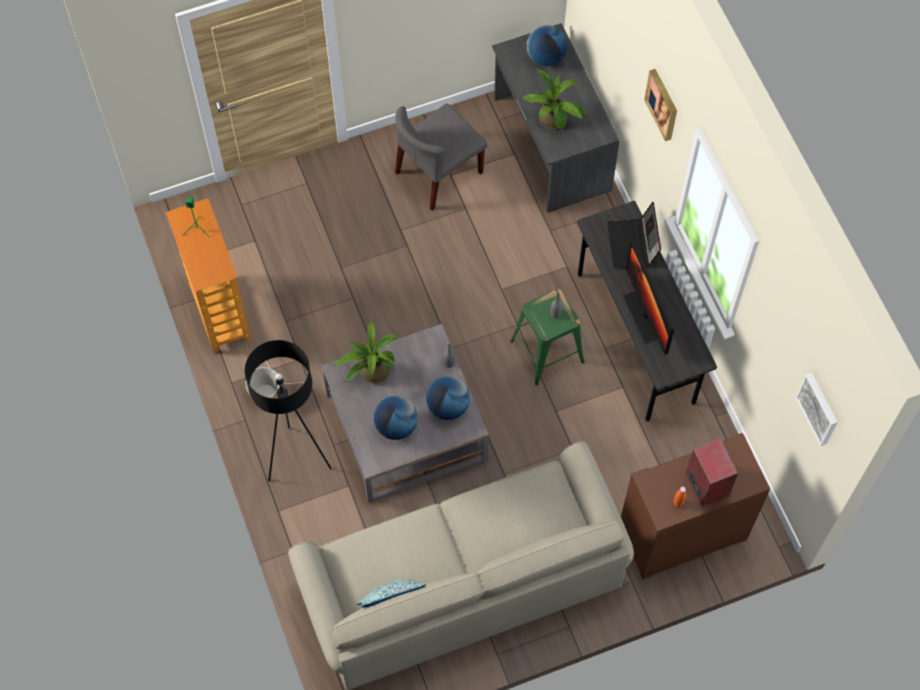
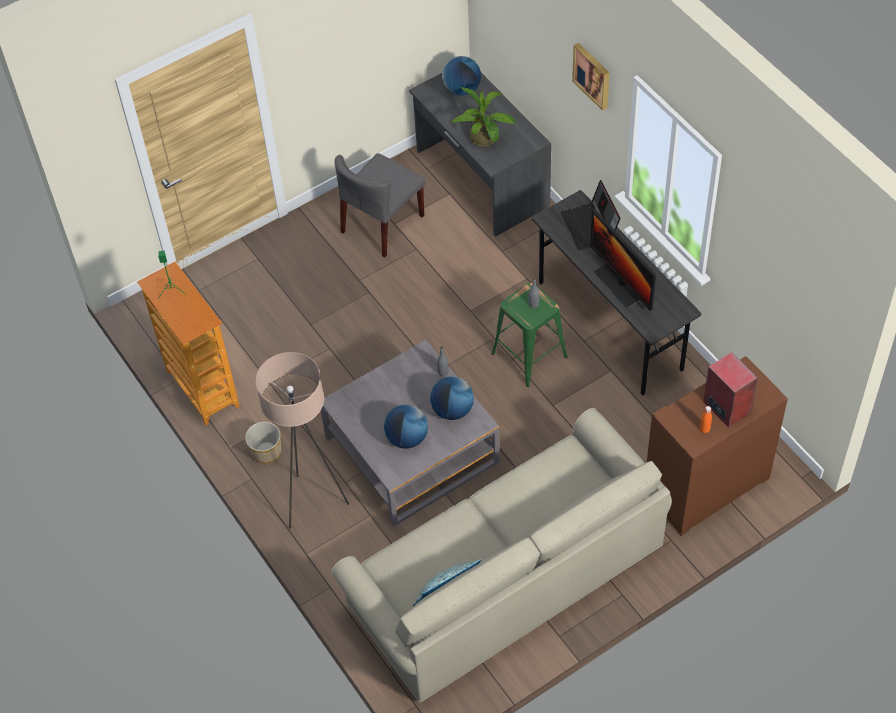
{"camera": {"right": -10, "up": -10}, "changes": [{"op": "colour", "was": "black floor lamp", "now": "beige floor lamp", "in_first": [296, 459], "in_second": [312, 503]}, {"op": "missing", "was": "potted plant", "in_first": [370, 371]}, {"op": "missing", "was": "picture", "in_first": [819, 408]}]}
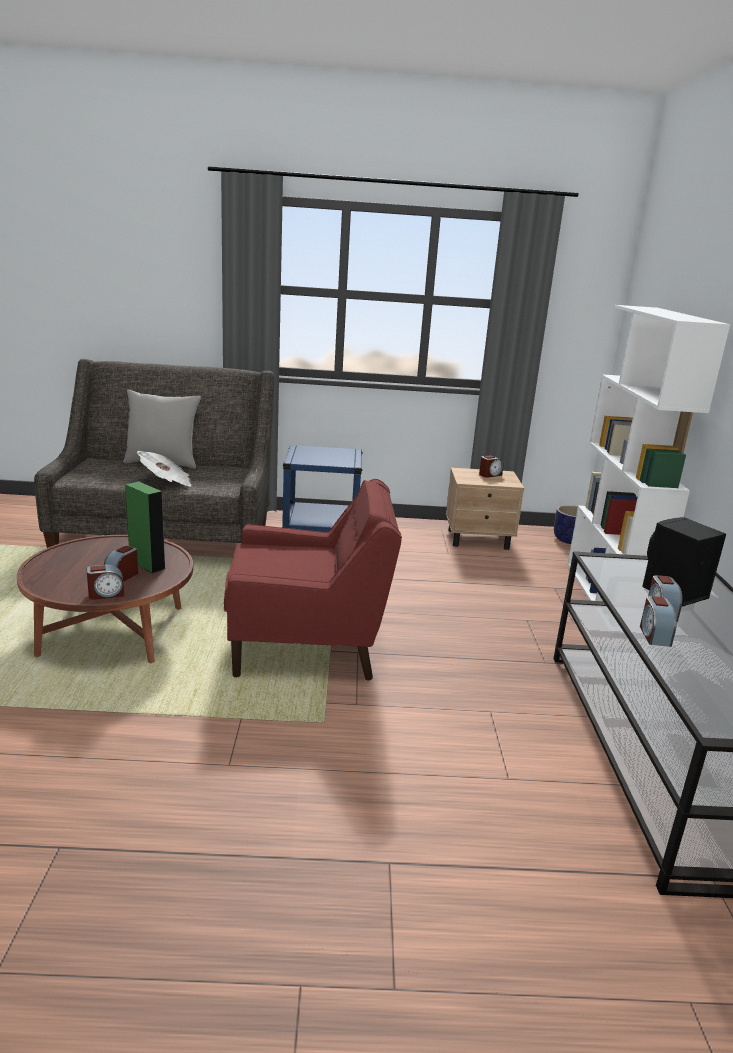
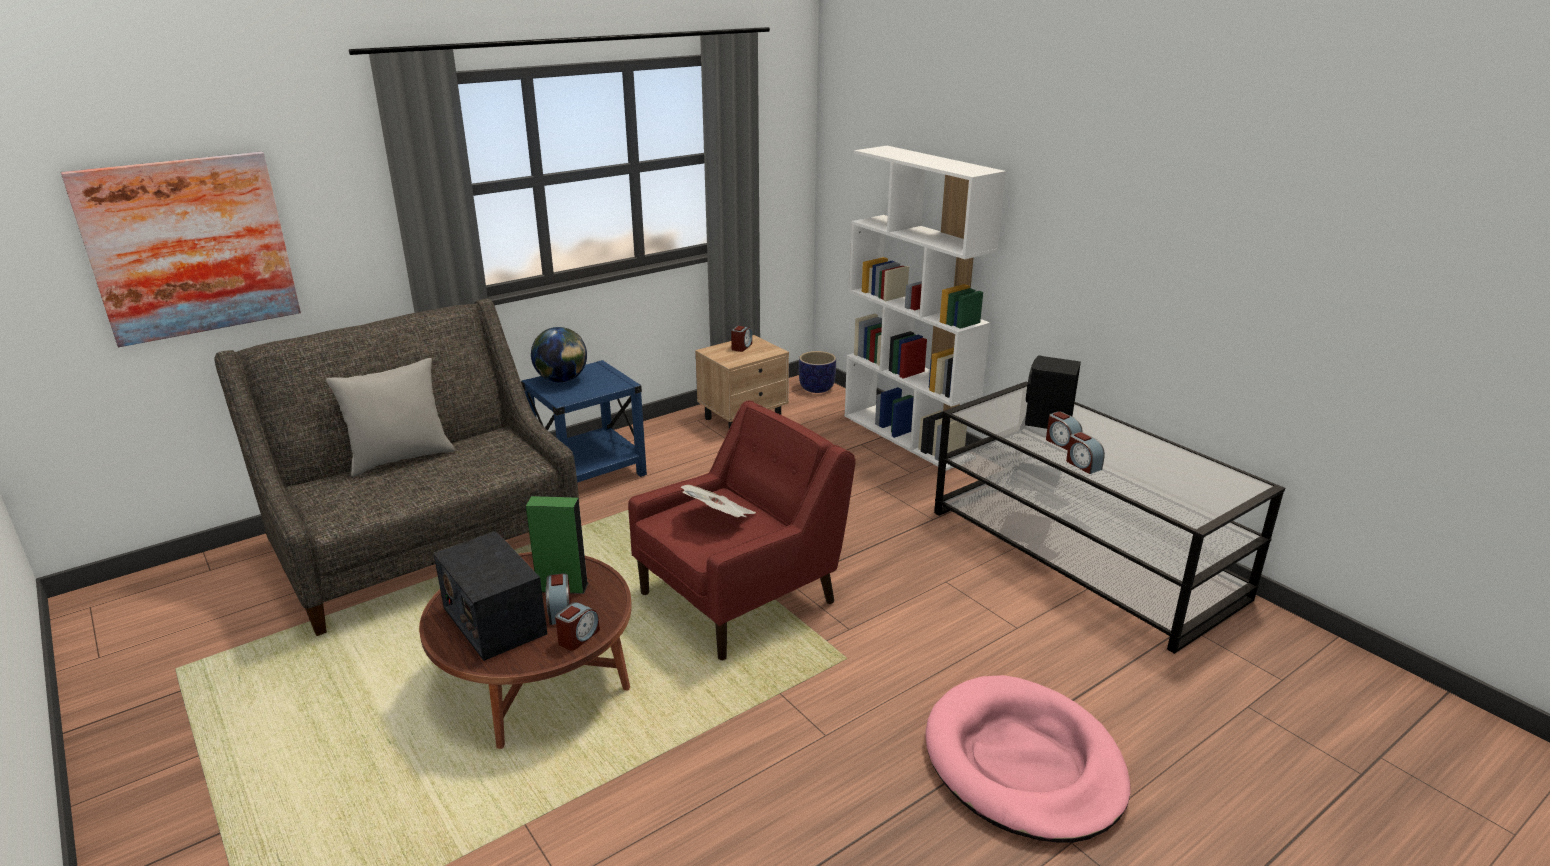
{"camera": {"right": -35, "up": 5}, "changes": [{"op": "relocated", "was": "newspaper", "in_first": [166, 482], "in_second": [719, 518]}, {"op": "appeared", "now": "picture", "in_second": [190, 247]}, {"op": "appeared", "now": "radio", "in_second": [494, 620]}, {"op": "appeared", "now": "globe", "in_second": [562, 380]}, {"op": "appeared", "now": "pink dog bed", "in_second": [1023, 763]}]}
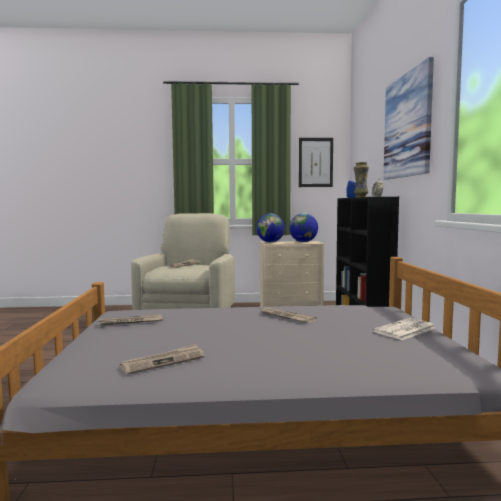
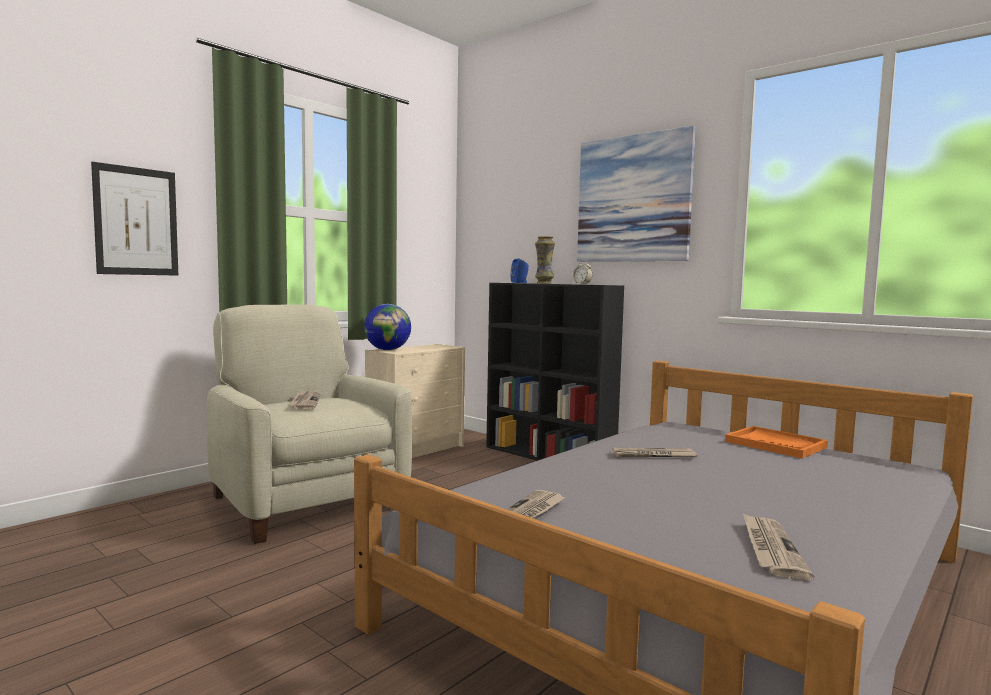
{"camera": {"right": -45, "up": 0}, "changes": [{"op": "missing", "was": "globe", "in_first": [303, 242]}, {"op": "relocated", "was": "picture", "in_first": [315, 162], "in_second": [136, 221]}, {"op": "exchanged", "was": "newspaper", "now": "orange tray", "in_first": [404, 330], "in_second": [775, 444]}]}
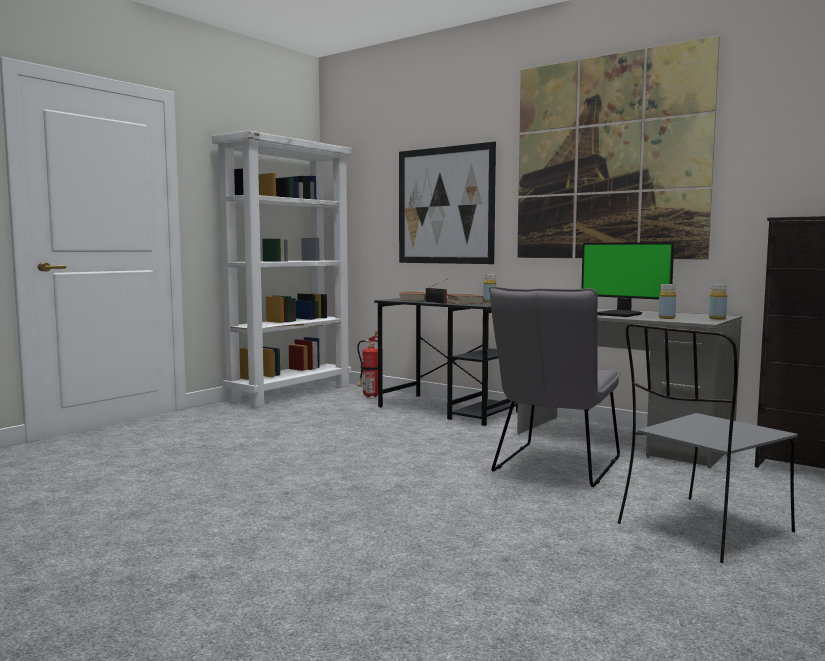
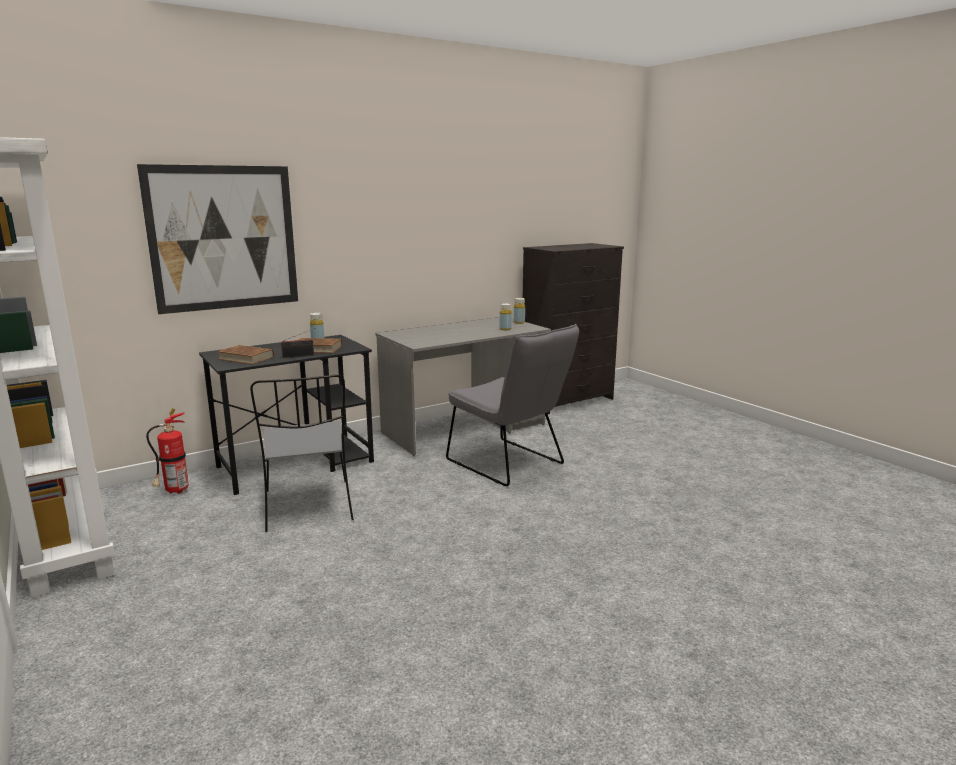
{"camera": {"right": -70, "up": 10}, "changes": [{"op": "missing", "was": "picture", "in_first": [608, 158]}, {"op": "missing", "was": "monitor", "in_first": [620, 314]}, {"op": "relocated", "was": "grey chair", "in_first": [702, 529], "in_second": [308, 507]}]}
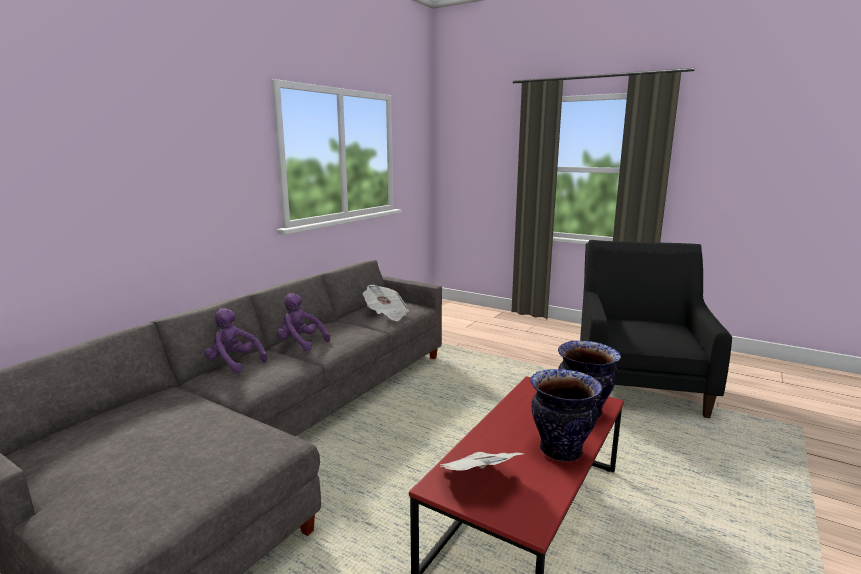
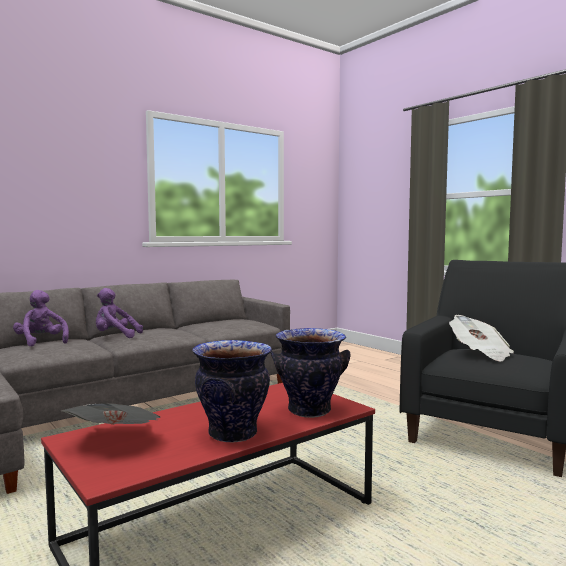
{"camera": {"right": 20, "up": -10}, "changes": [{"op": "spun", "was": "purple plush toy", "in_first": [300, 343], "in_second": [115, 336], "clockwise": -45}, {"op": "relocated", "was": "newspaper", "in_first": [386, 314], "in_second": [480, 354]}]}
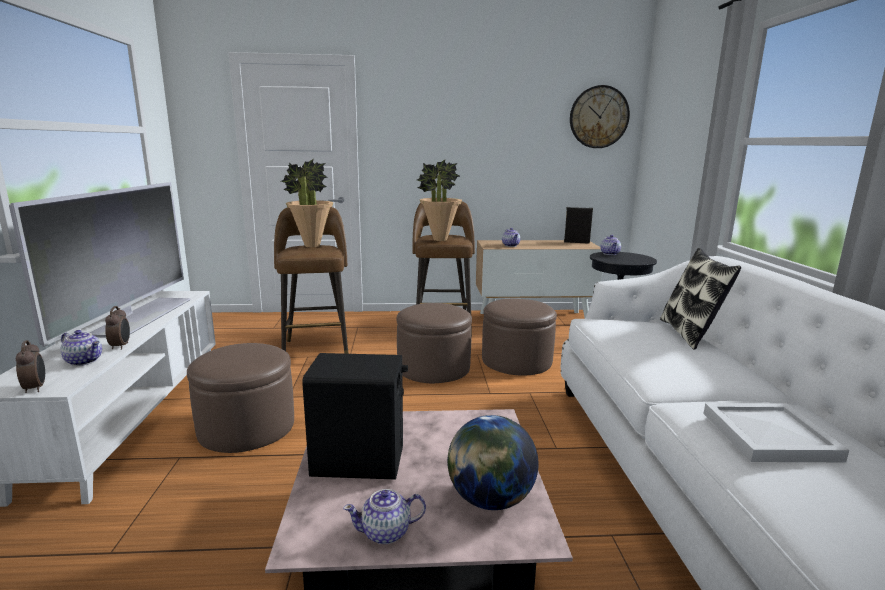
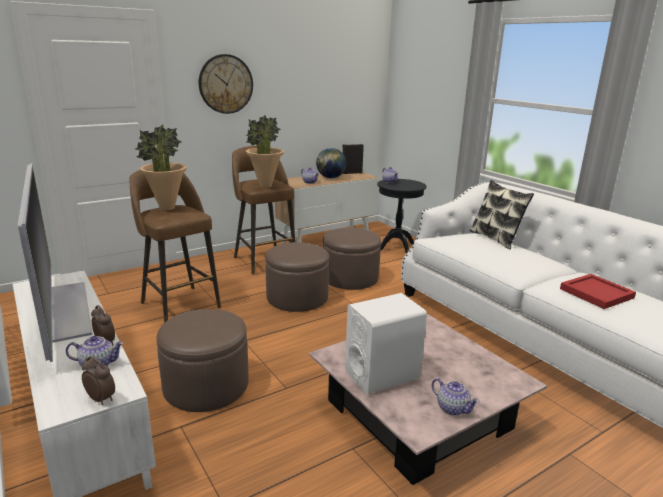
{"camera": {"right": -30, "up": 5}, "changes": [{"op": "colour", "was": "black speaker", "now": "white speaker", "in_first": [359, 461], "in_second": [382, 374]}, {"op": "spun", "was": "teapot", "in_first": [386, 532], "in_second": [452, 408], "clockwise": -90}, {"op": "relocated", "was": "globe", "in_first": [490, 499], "in_second": [330, 178]}, {"op": "relocated", "was": "wall clock", "in_first": [599, 117], "in_second": [226, 84]}, {"op": "colour", "was": "white tray", "now": "red tray", "in_first": [771, 436], "in_second": [597, 293]}]}
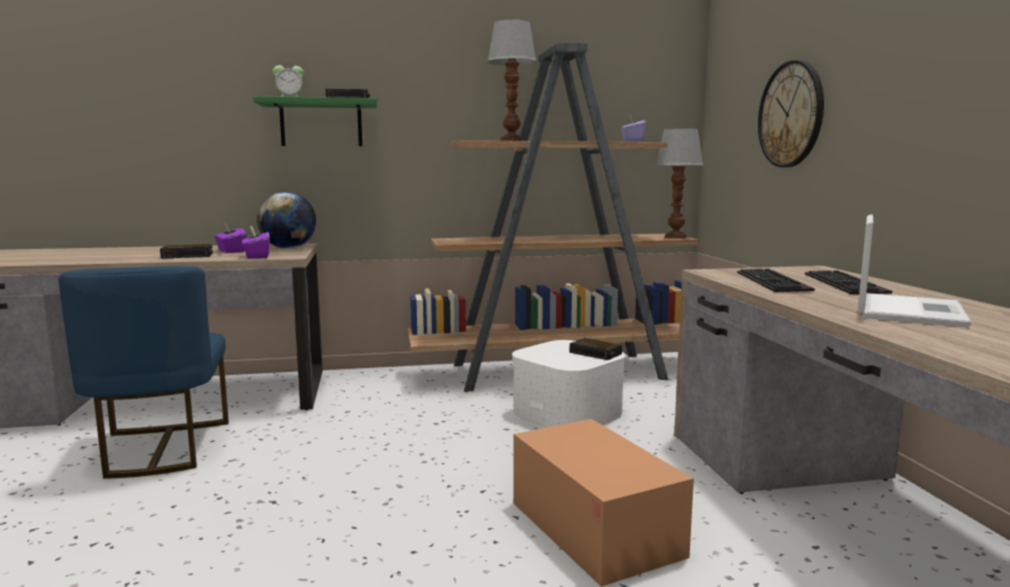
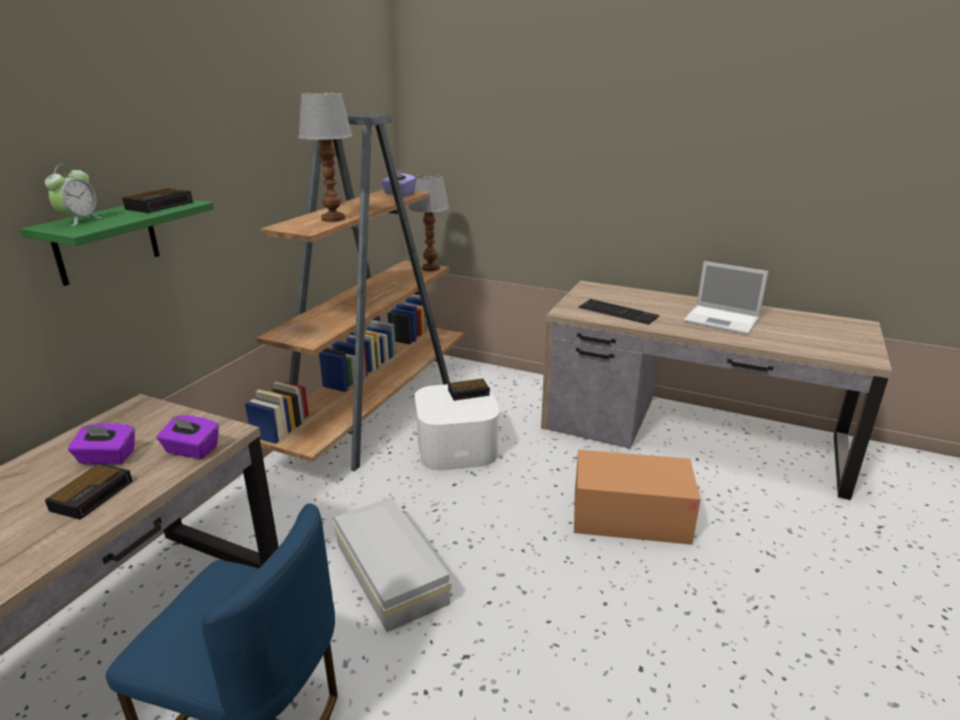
{"camera": {"right": -55, "up": 15}, "changes": [{"op": "missing", "was": "globe", "in_first": [288, 248]}, {"op": "missing", "was": "wall clock", "in_first": [791, 114]}, {"op": "missing", "was": "keyboard", "in_first": [847, 284]}, {"op": "spun", "was": "laptop", "in_first": [908, 310], "in_second": [722, 320], "clockwise": 150}, {"op": "appeared", "now": "white storage box", "in_second": [390, 575]}]}
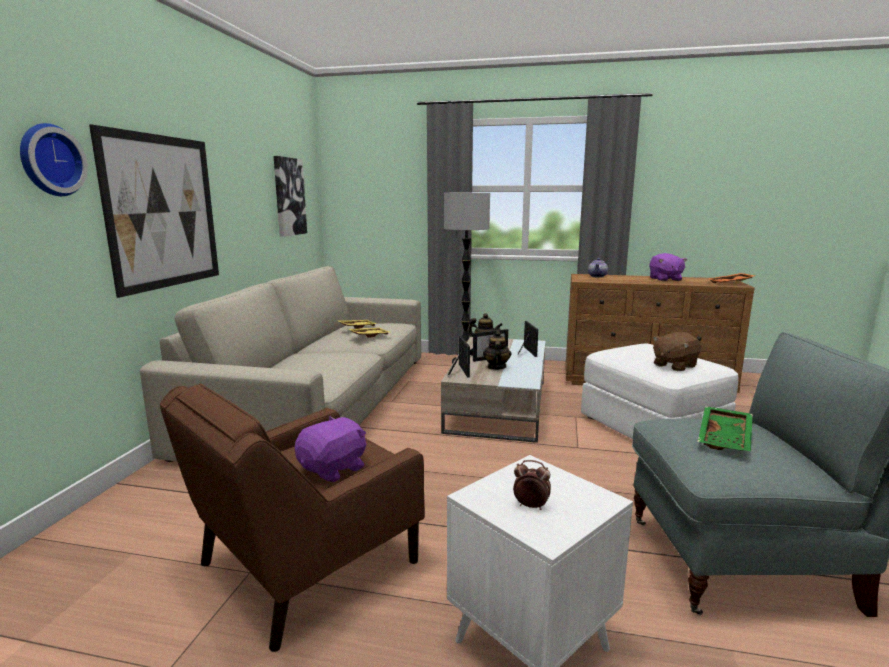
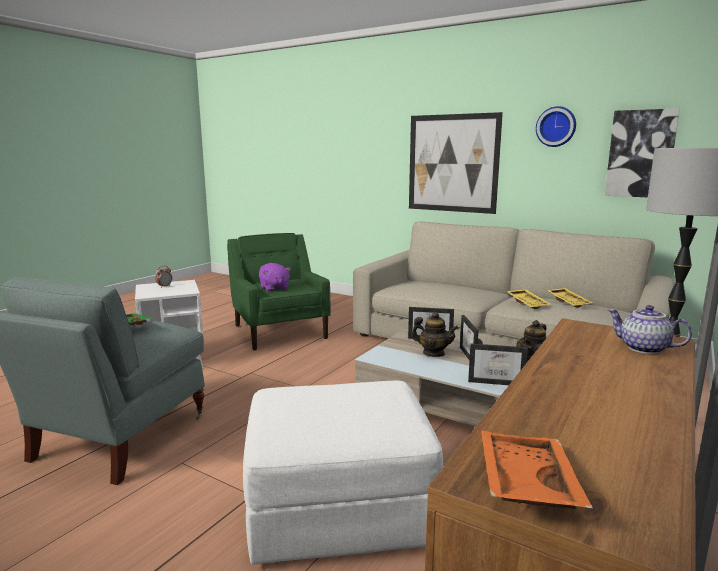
{"camera": {"right": 110, "up": 0}, "changes": [{"op": "relocated", "was": "wall clock", "in_first": [49, 160], "in_second": [556, 127]}, {"op": "colour", "was": "brown armchair", "now": "green armchair", "in_first": [305, 565], "in_second": [279, 331]}, {"op": "missing", "was": "purple plush toy", "in_first": [665, 279]}, {"op": "missing", "was": "brown plush toy", "in_first": [674, 365]}]}
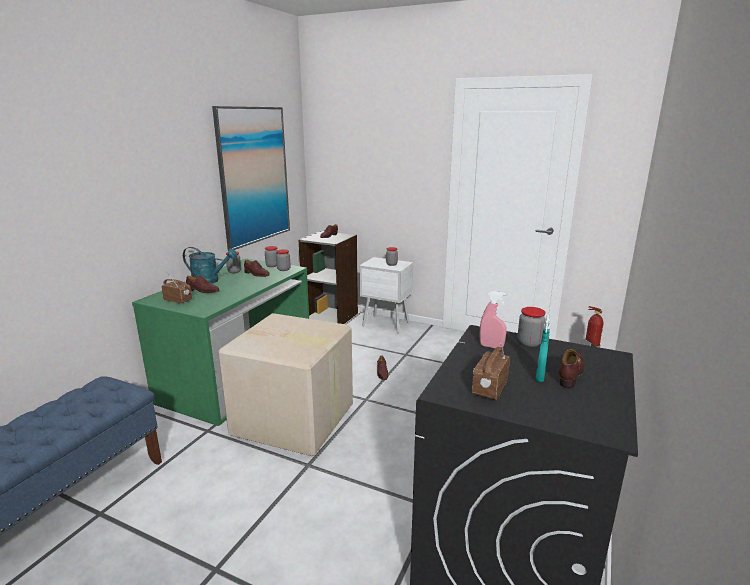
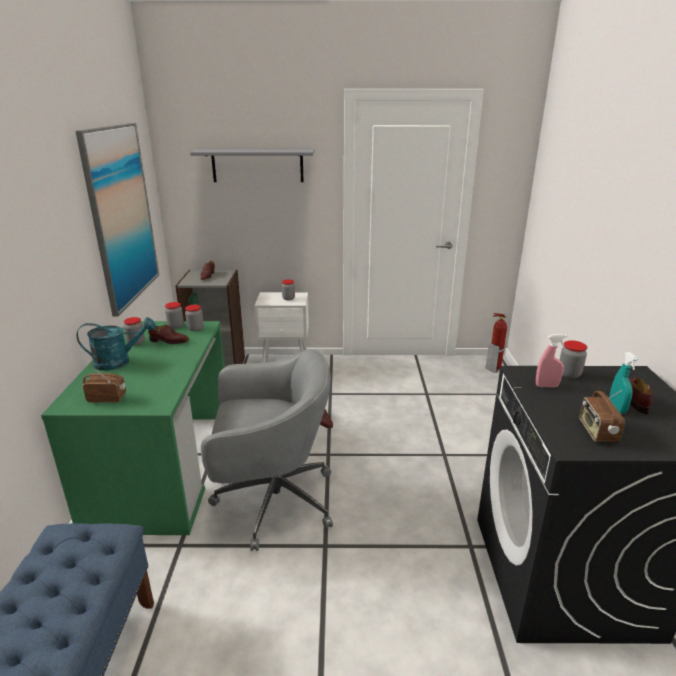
{"camera": {"right": -25, "up": 5}, "changes": [{"op": "missing", "was": "brown shoe", "in_first": [203, 291]}, {"op": "exchanged", "was": "cardboard box", "now": "grey office chair", "in_first": [294, 420], "in_second": [272, 501]}, {"op": "appeared", "now": "grey shelf", "in_second": [257, 165]}]}
